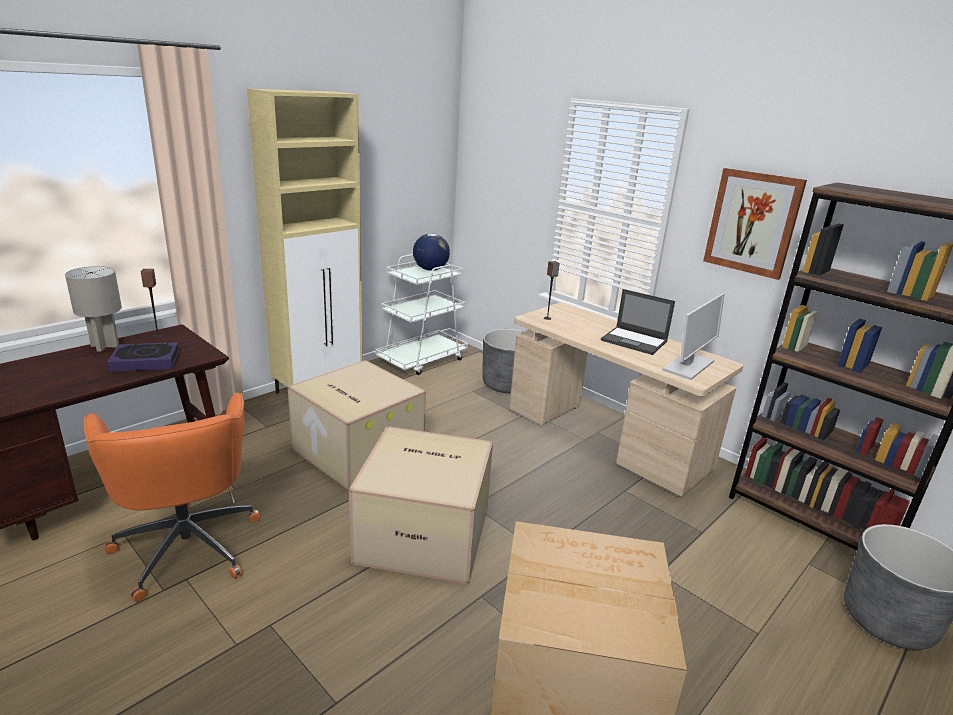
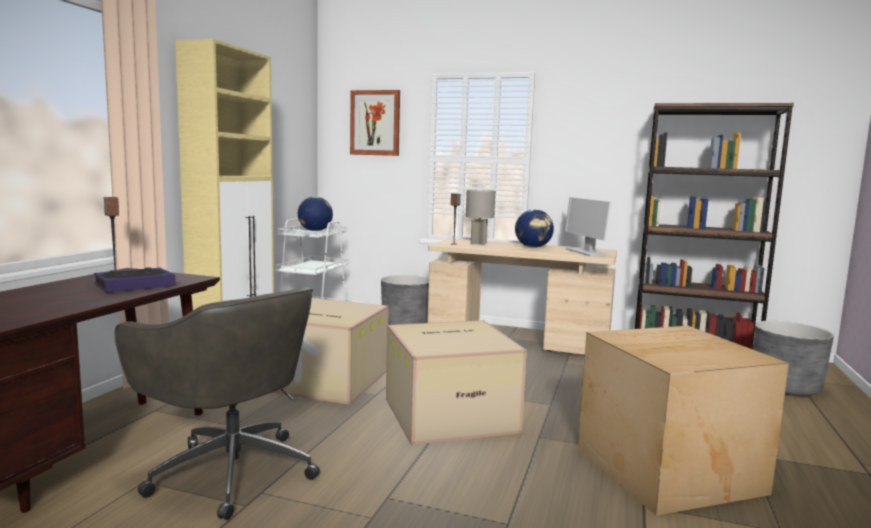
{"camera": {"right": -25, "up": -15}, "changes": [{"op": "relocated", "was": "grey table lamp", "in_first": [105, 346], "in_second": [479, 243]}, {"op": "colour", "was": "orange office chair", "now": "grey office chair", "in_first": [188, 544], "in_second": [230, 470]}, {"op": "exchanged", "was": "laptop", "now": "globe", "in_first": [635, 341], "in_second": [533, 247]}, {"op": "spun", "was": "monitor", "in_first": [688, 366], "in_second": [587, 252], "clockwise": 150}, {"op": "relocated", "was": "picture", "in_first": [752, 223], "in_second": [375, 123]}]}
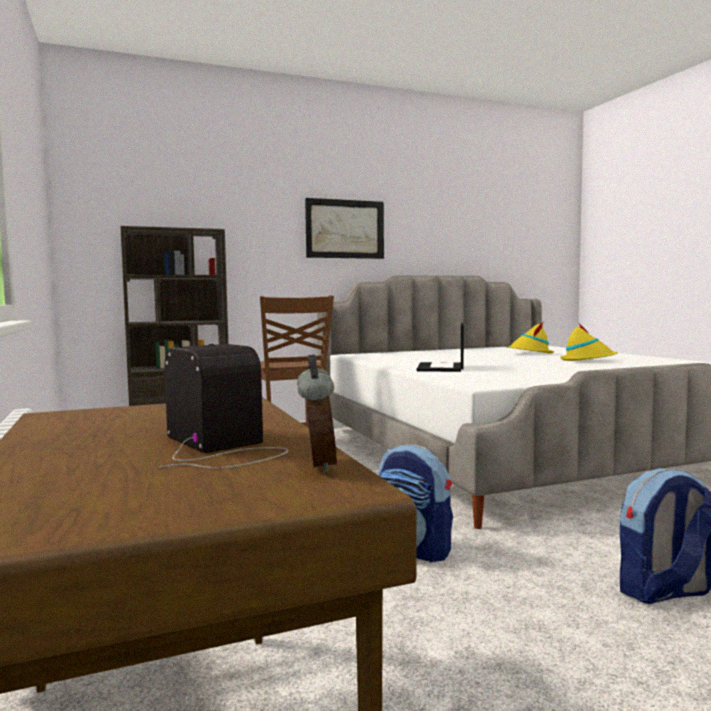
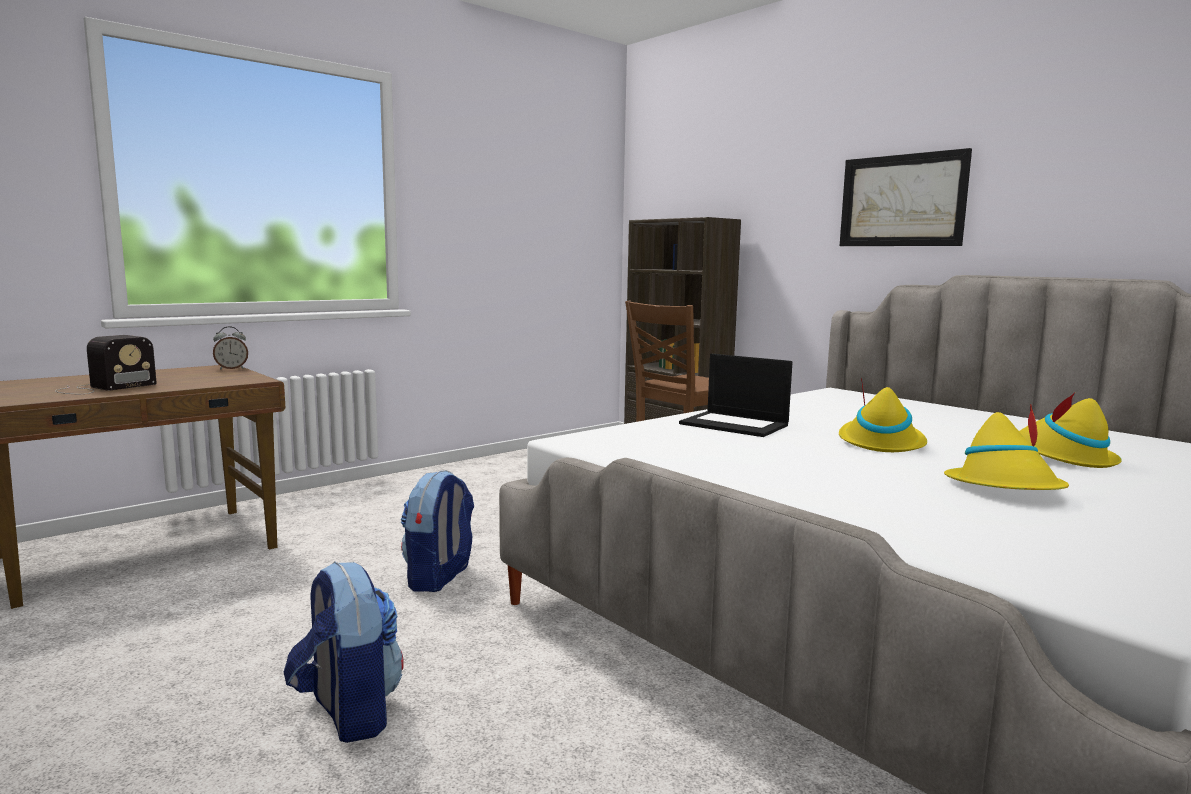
{"camera": {"right": 70, "up": 5}, "changes": [{"op": "relocated", "was": "alarm clock", "in_first": [317, 465], "in_second": [231, 368]}, {"op": "spun", "was": "laptop", "in_first": [441, 368], "in_second": [735, 424], "clockwise": -135}, {"op": "appeared", "now": "yellow hat", "in_second": [880, 442]}]}
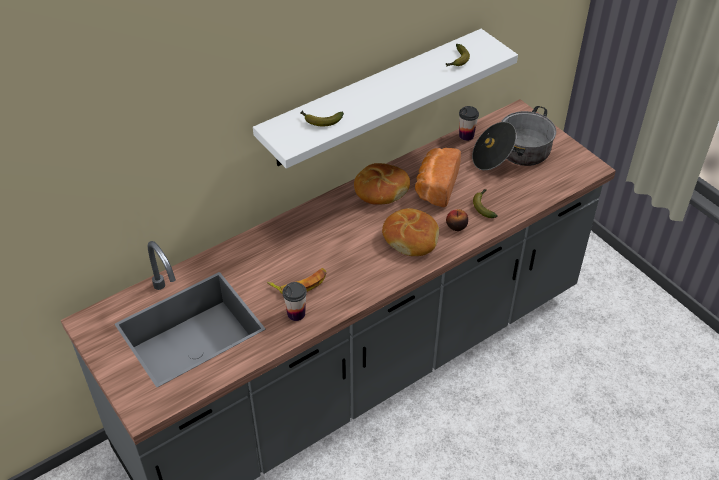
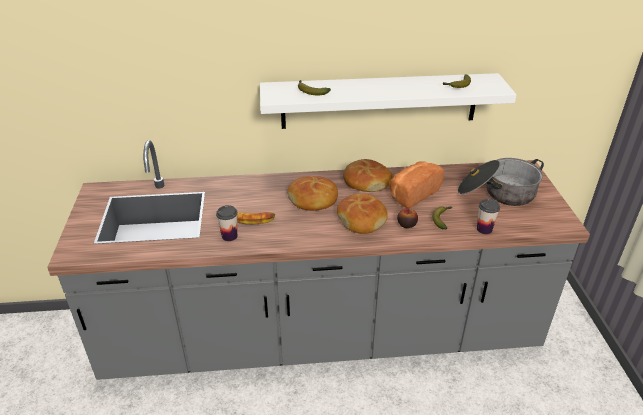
{"camera": {"right": 30, "up": -10}, "changes": [{"op": "relocated", "was": "cup", "in_first": [466, 135], "in_second": [484, 229]}, {"op": "appeared", "now": "bread", "in_second": [313, 200]}]}
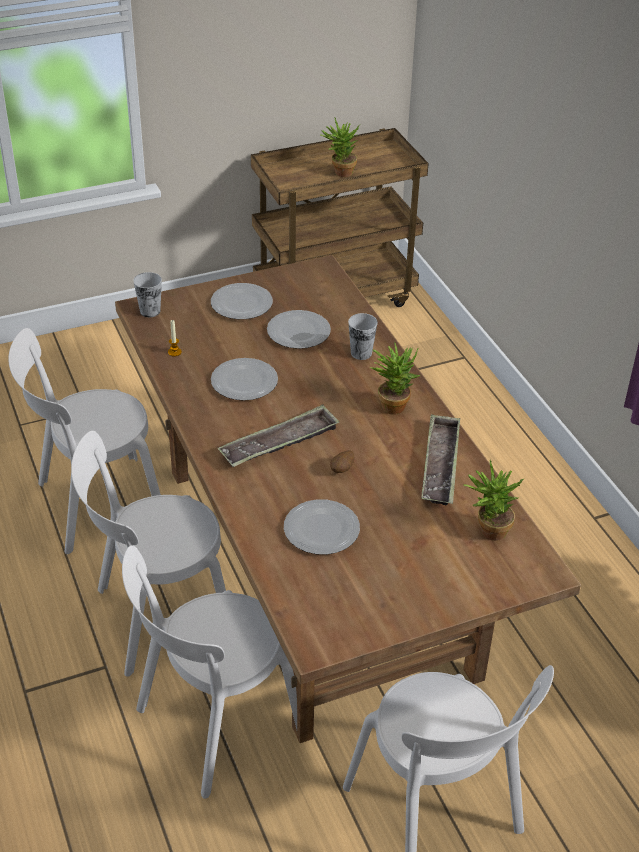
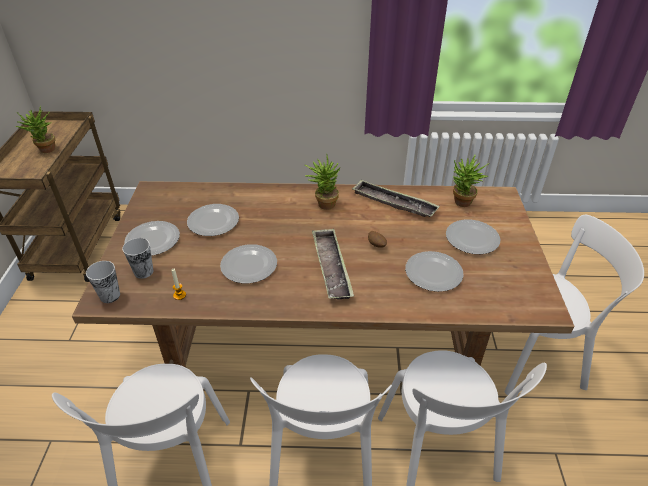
{"camera": {"right": -65, "up": 0}, "changes": [{"op": "relocated", "was": "cup", "in_first": [361, 353], "in_second": [144, 272]}, {"op": "appeared", "now": "plate", "in_second": [471, 238]}]}
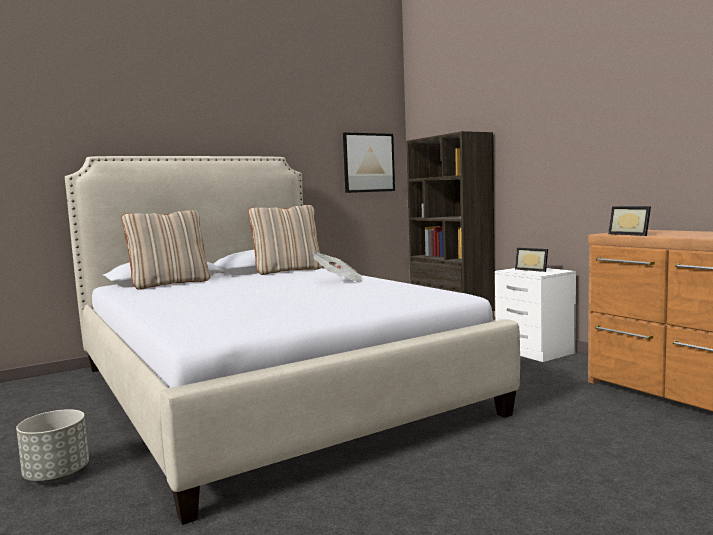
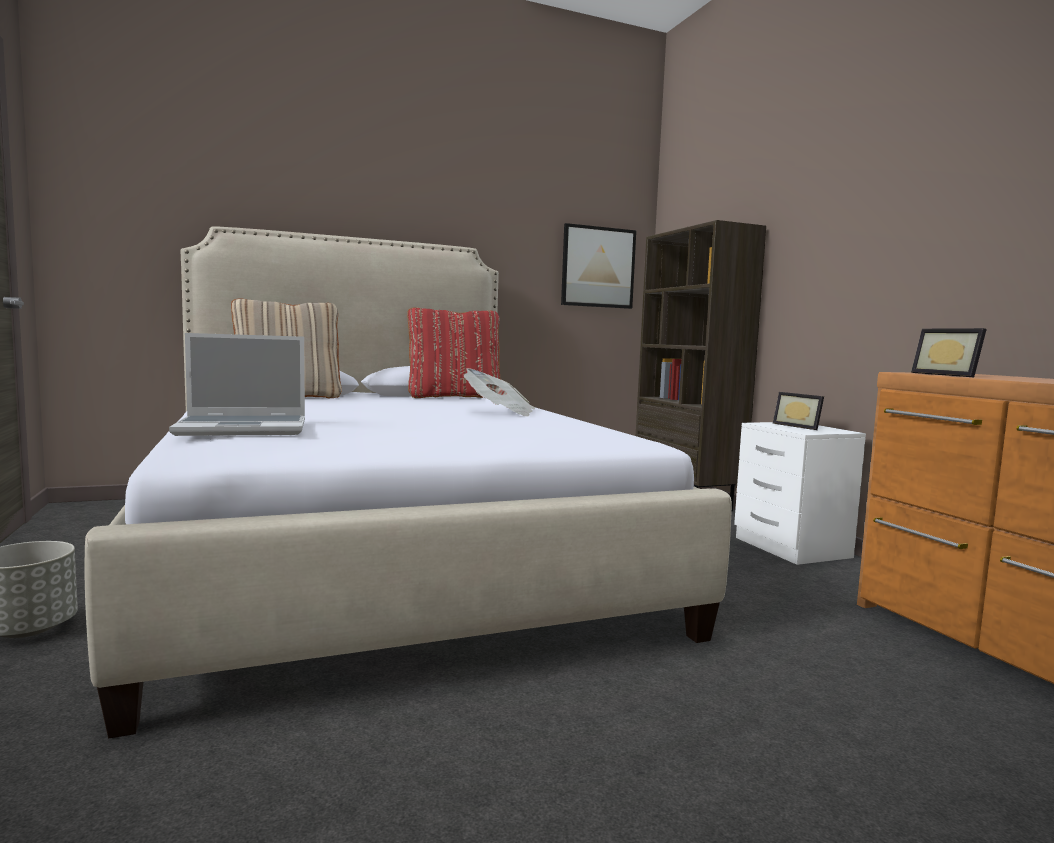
{"camera": {"right": 10, "up": 0}, "changes": [{"op": "colour", "was": "beige pillow", "now": "red pillow", "in_first": [287, 271], "in_second": [454, 397]}, {"op": "appeared", "now": "laptop", "in_second": [245, 428]}]}
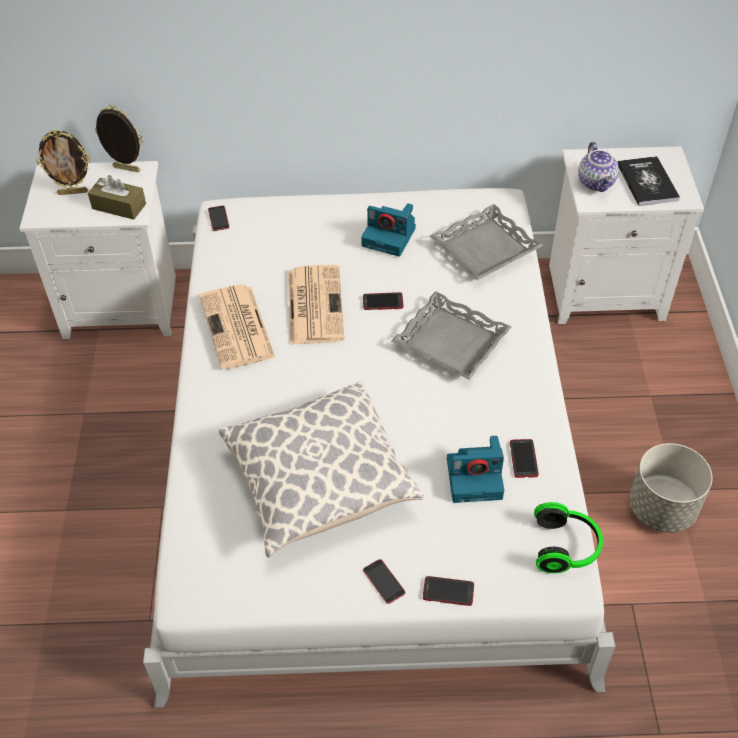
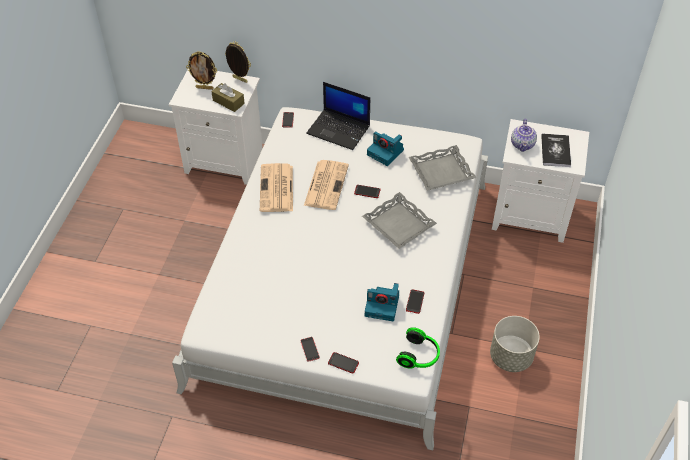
{"camera": {"right": 15, "up": 0}, "changes": [{"op": "missing", "was": "pillow", "in_first": [319, 483]}, {"op": "appeared", "now": "laptop", "in_second": [339, 129]}]}
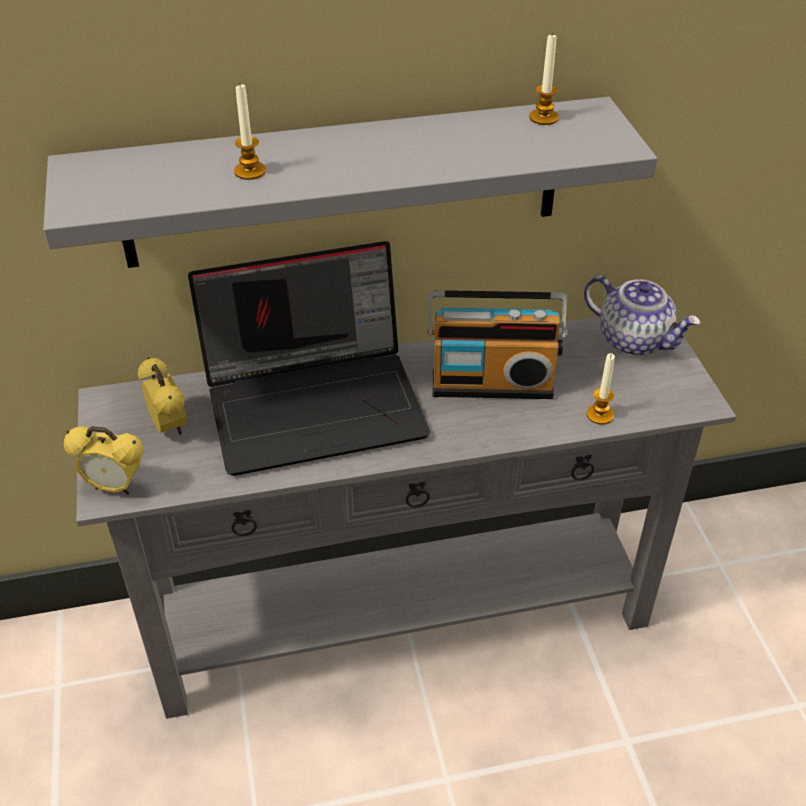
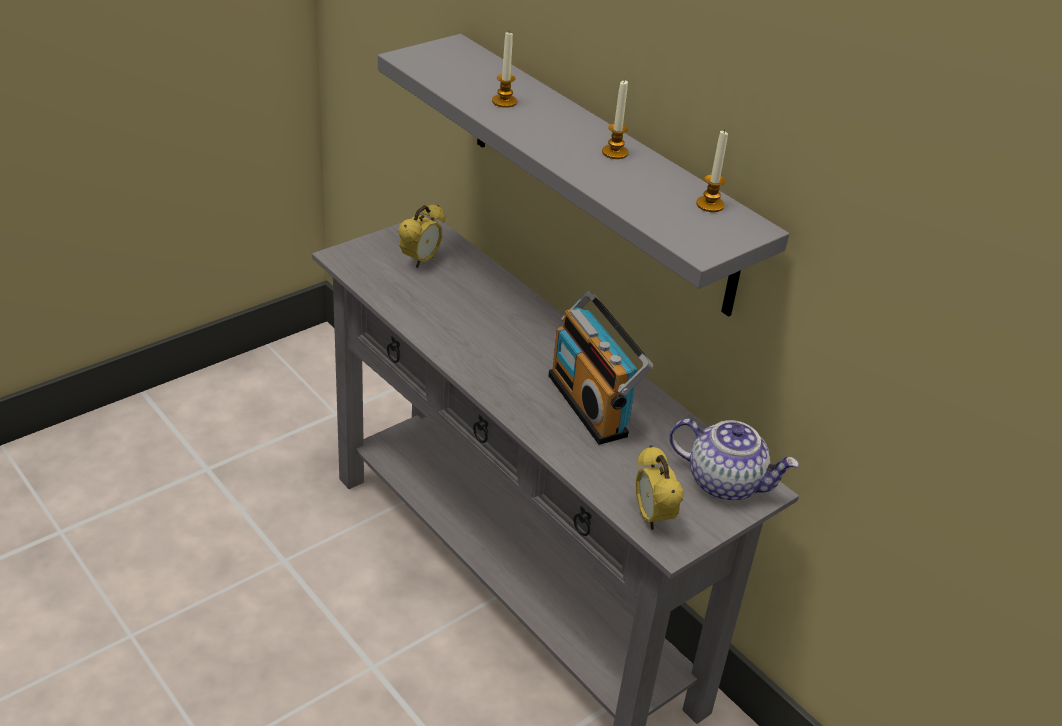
{"camera": {"right": 60, "up": -5}, "changes": [{"op": "relocated", "was": "alarm clock", "in_first": [115, 487], "in_second": [652, 517]}, {"op": "missing", "was": "laptop", "in_first": [317, 402]}, {"op": "spun", "was": "teapot", "in_first": [635, 340], "in_second": [726, 482], "clockwise": -75}, {"op": "relocated", "was": "candle", "in_first": [600, 415], "in_second": [615, 152]}]}
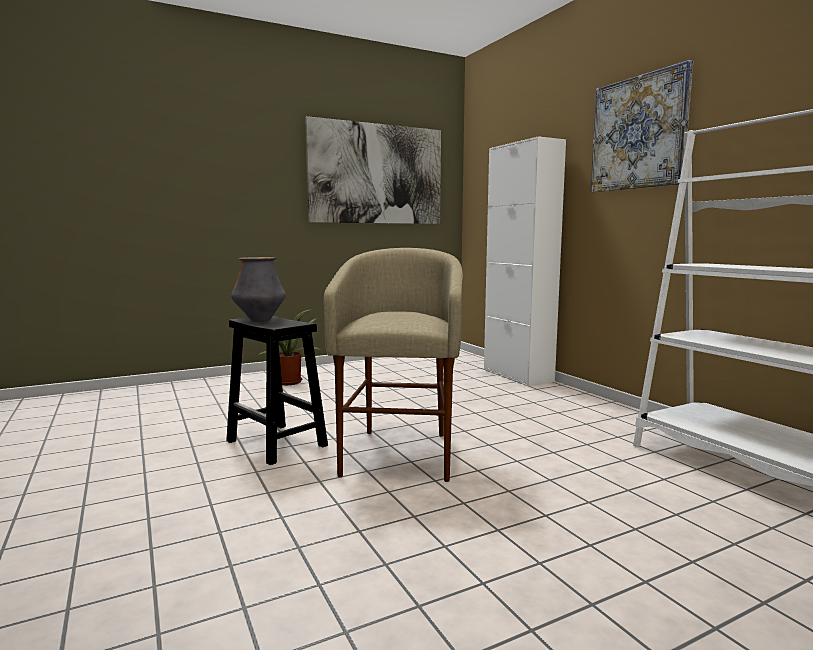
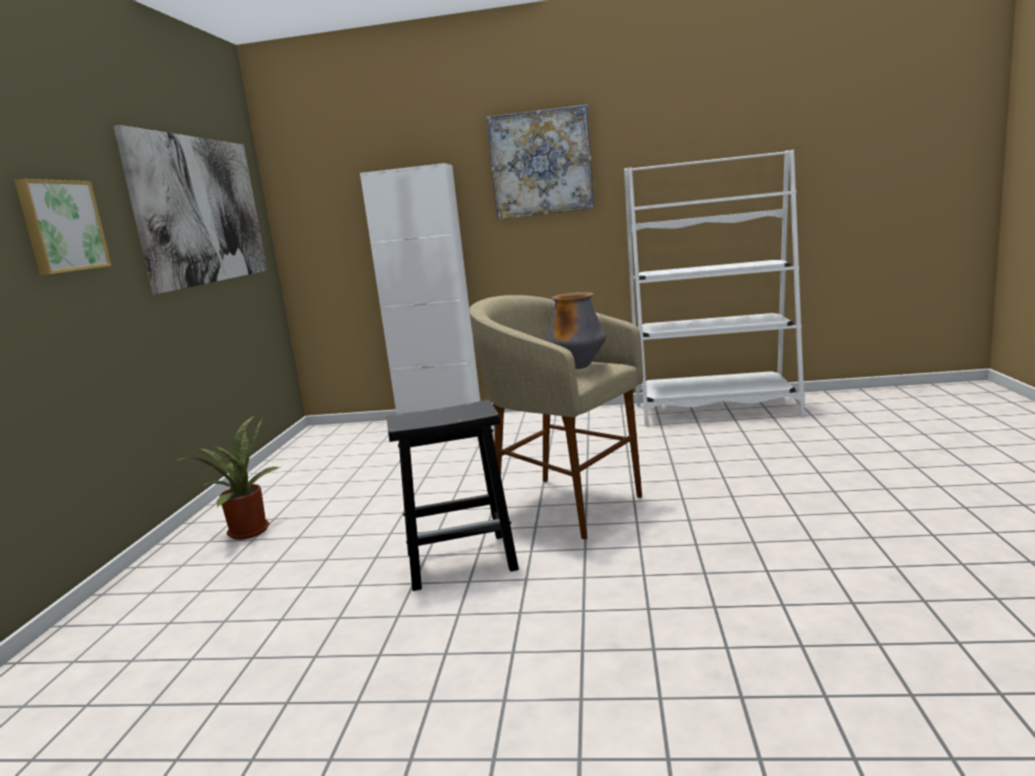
{"camera": {"right": -55, "up": 5}, "changes": [{"op": "relocated", "was": "vase", "in_first": [260, 320], "in_second": [578, 367]}, {"op": "appeared", "now": "picture", "in_second": [61, 226]}]}
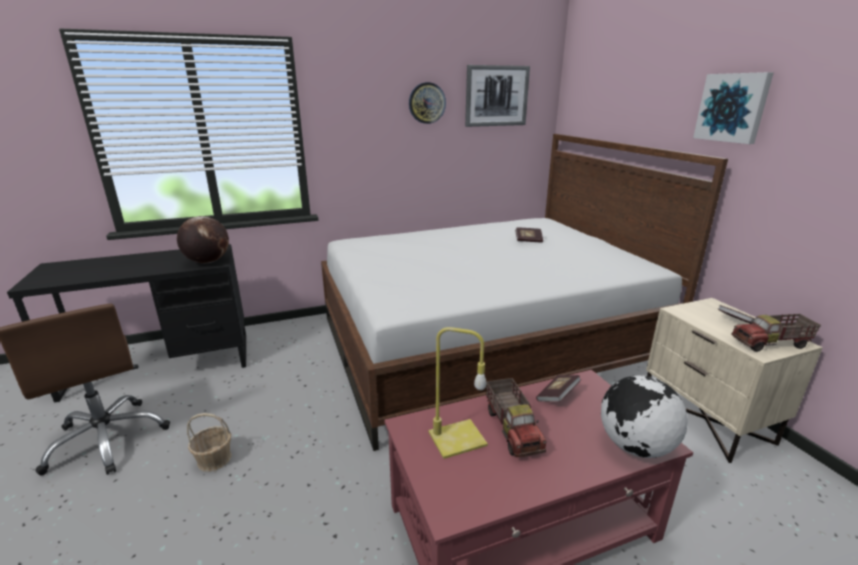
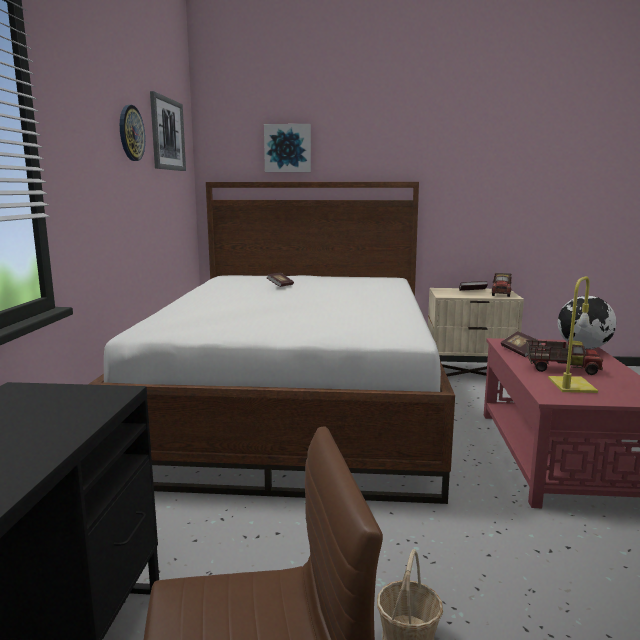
{"camera": {"right": -65, "up": -10}, "changes": [{"op": "missing", "was": "globe", "in_first": [207, 262]}, {"op": "relocated", "was": "picture", "in_first": [732, 107], "in_second": [288, 148]}]}
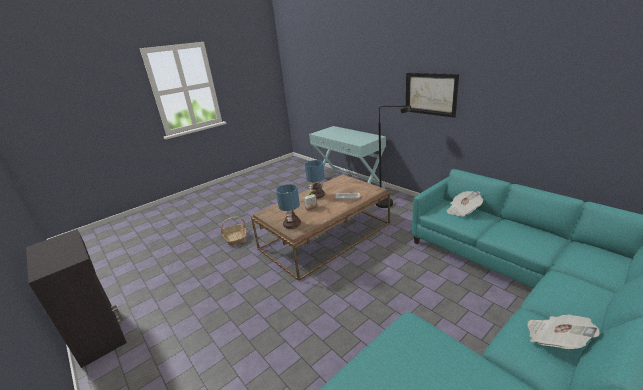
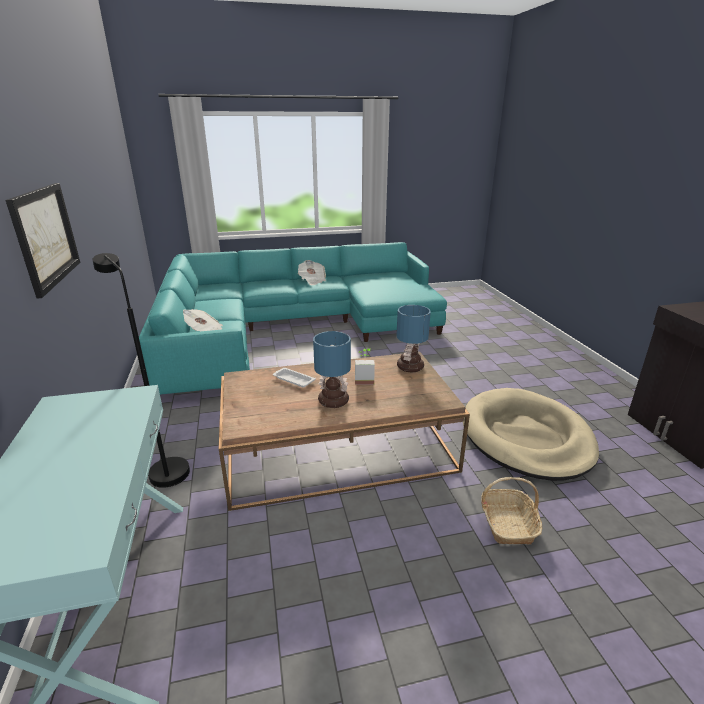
{"camera": {"right": -155, "up": 0}, "changes": [{"op": "appeared", "now": "beige dog bed", "in_second": [526, 437]}]}
